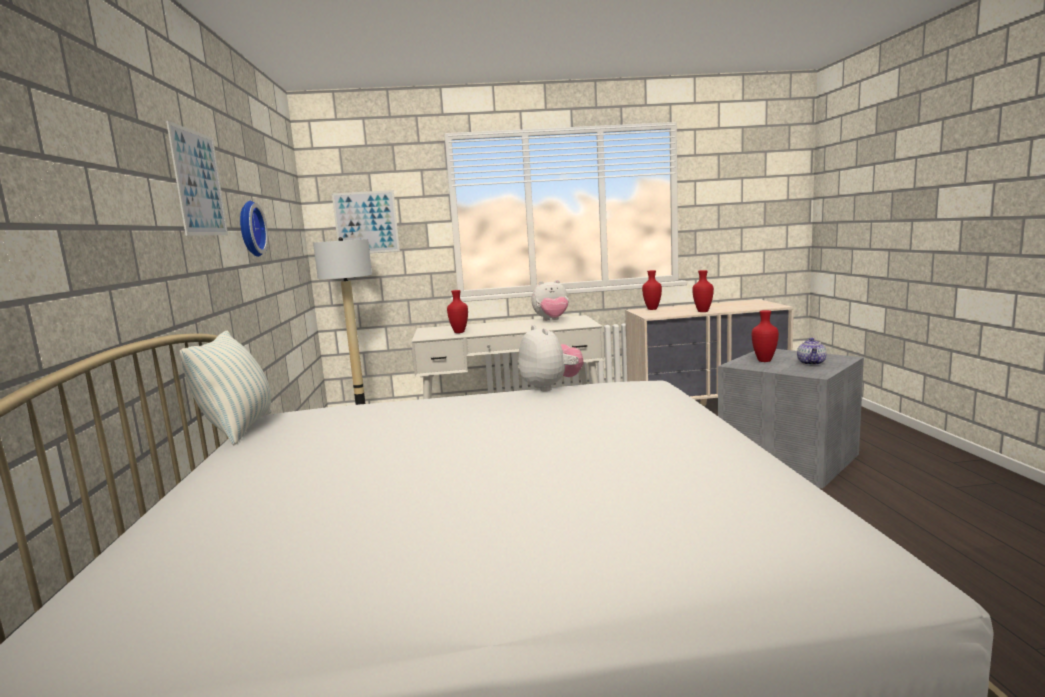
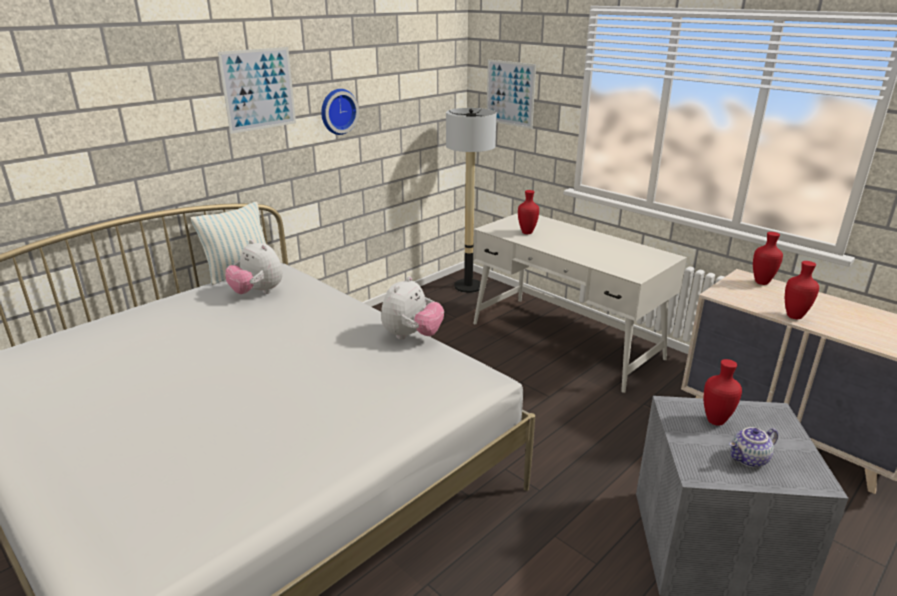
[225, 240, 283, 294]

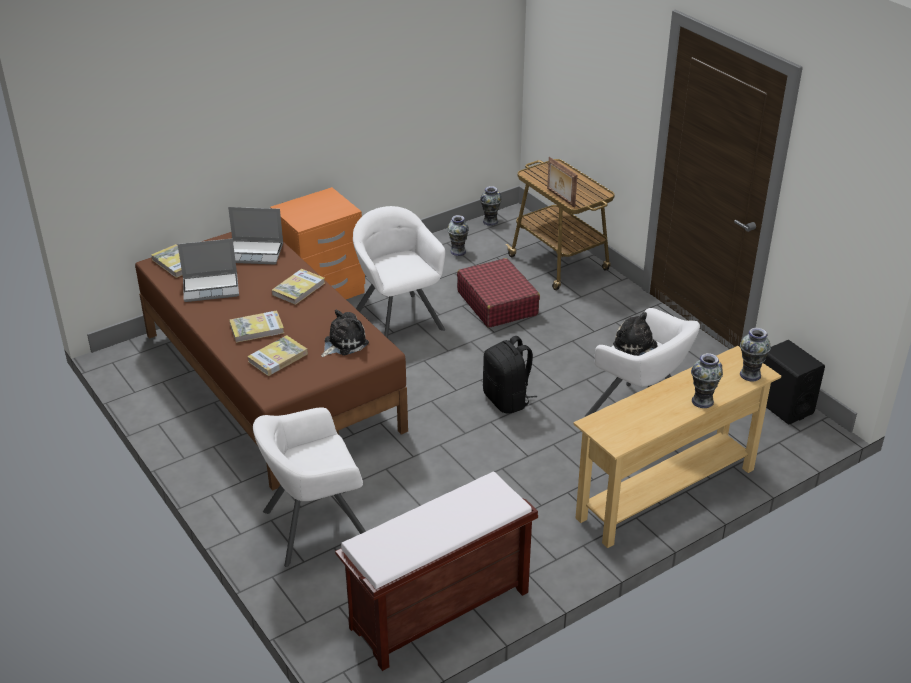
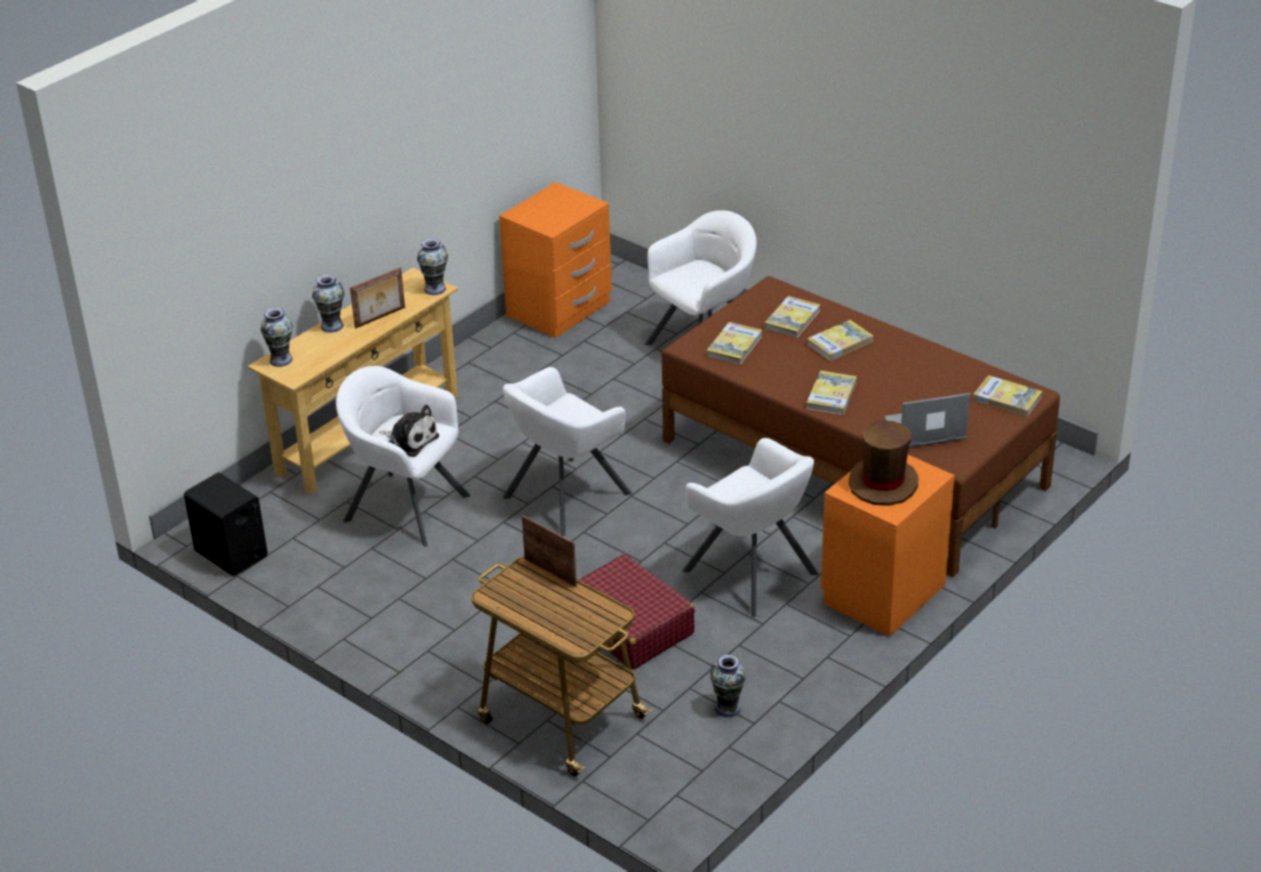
[350, 267, 405, 329]
[417, 238, 448, 295]
[499, 182, 612, 338]
[503, 367, 632, 536]
[707, 322, 762, 365]
[849, 421, 918, 506]
[178, 238, 239, 302] (first image)

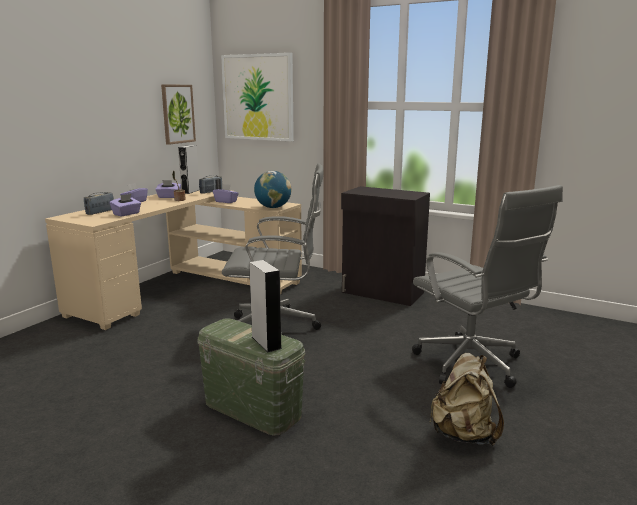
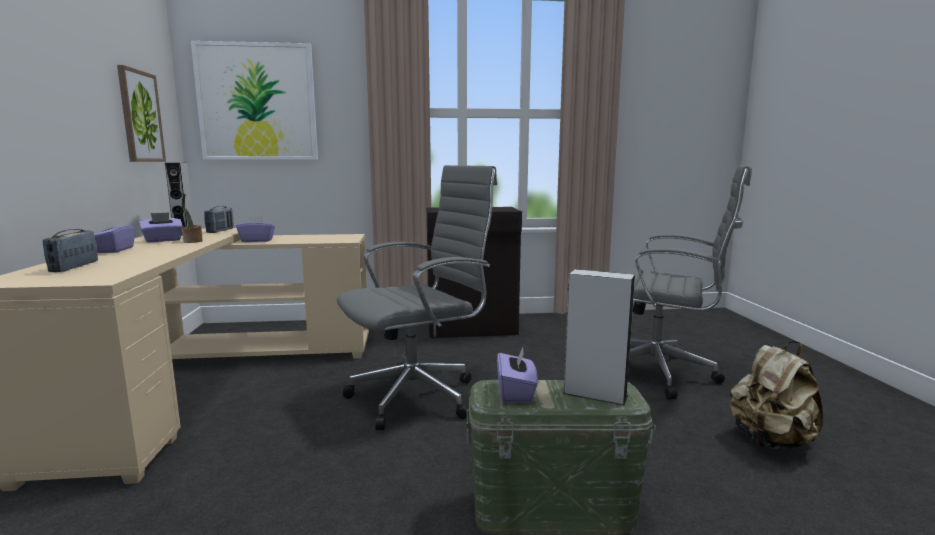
[497, 347, 538, 403]
[254, 171, 292, 208] (first image)

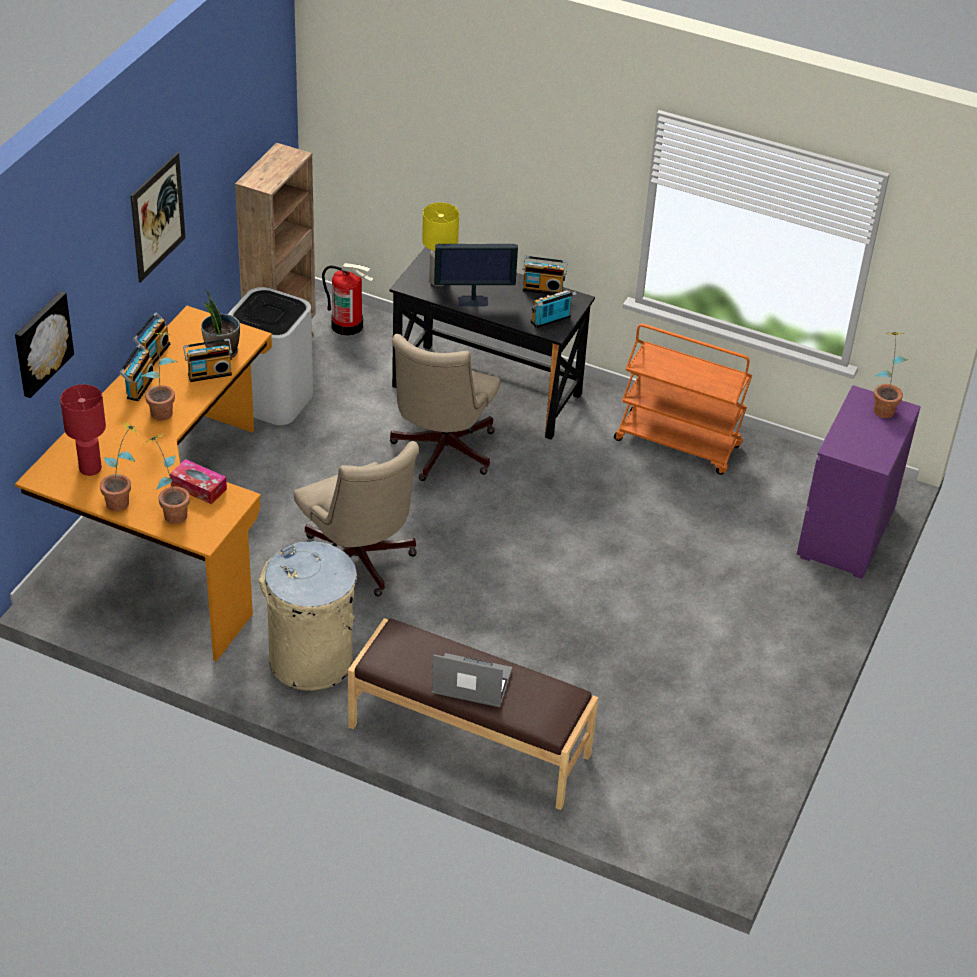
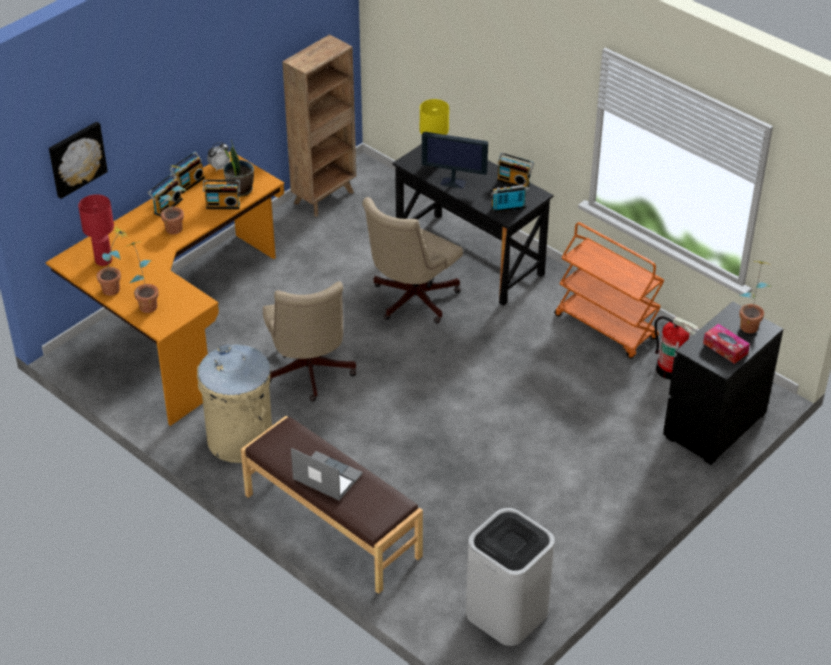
[207, 142, 230, 172]
[466, 508, 555, 646]
[654, 316, 698, 380]
[663, 301, 783, 465]
[703, 324, 750, 364]
[130, 152, 186, 283] (first image)

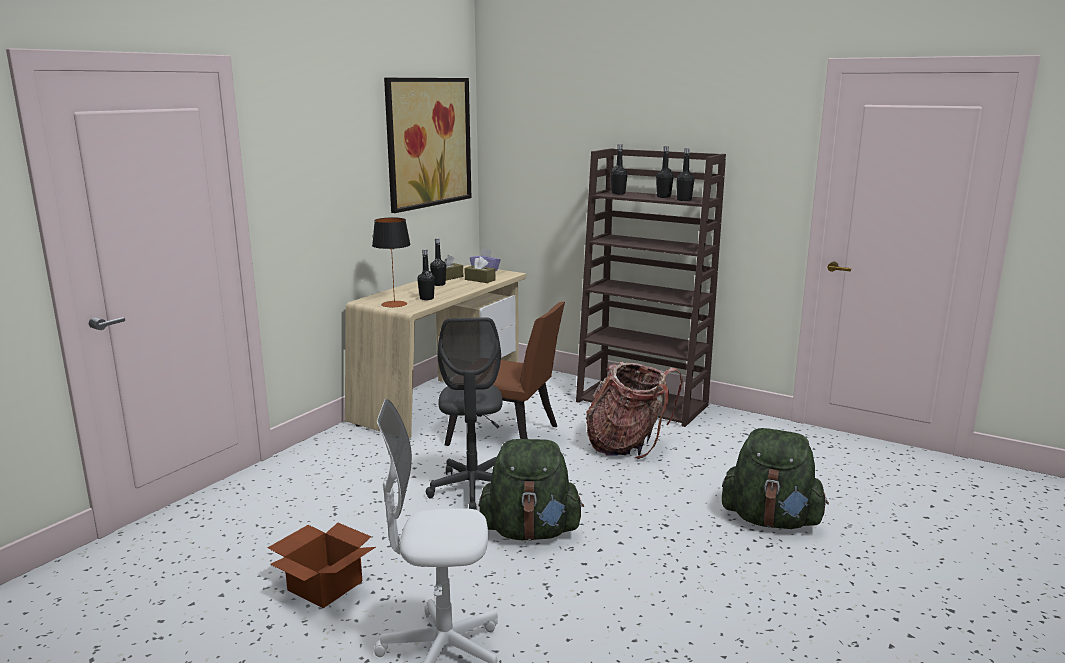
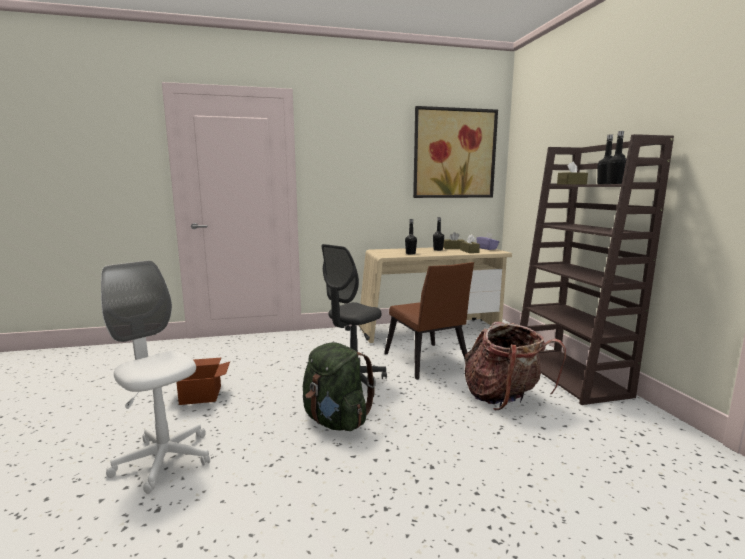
[557, 161, 588, 185]
[372, 217, 411, 308] (first image)
[722, 428, 829, 529] (first image)

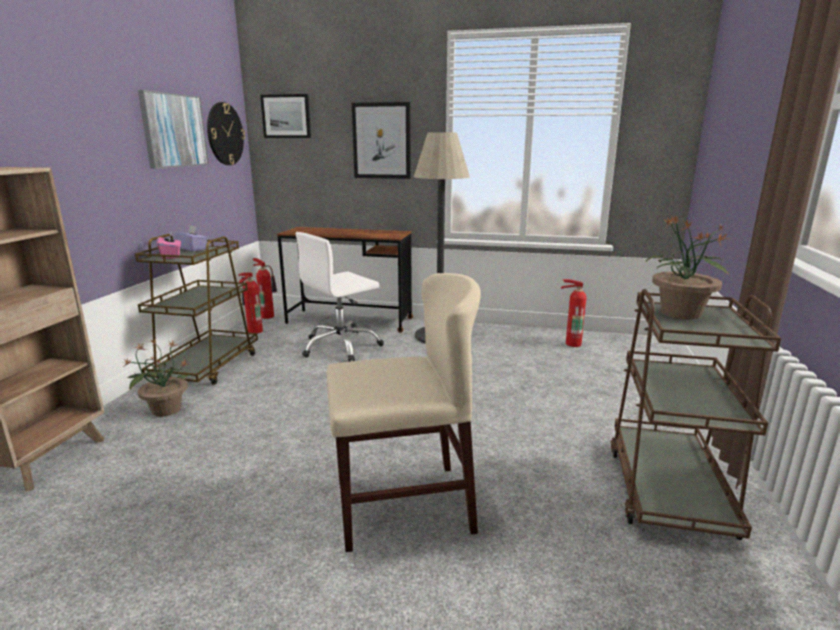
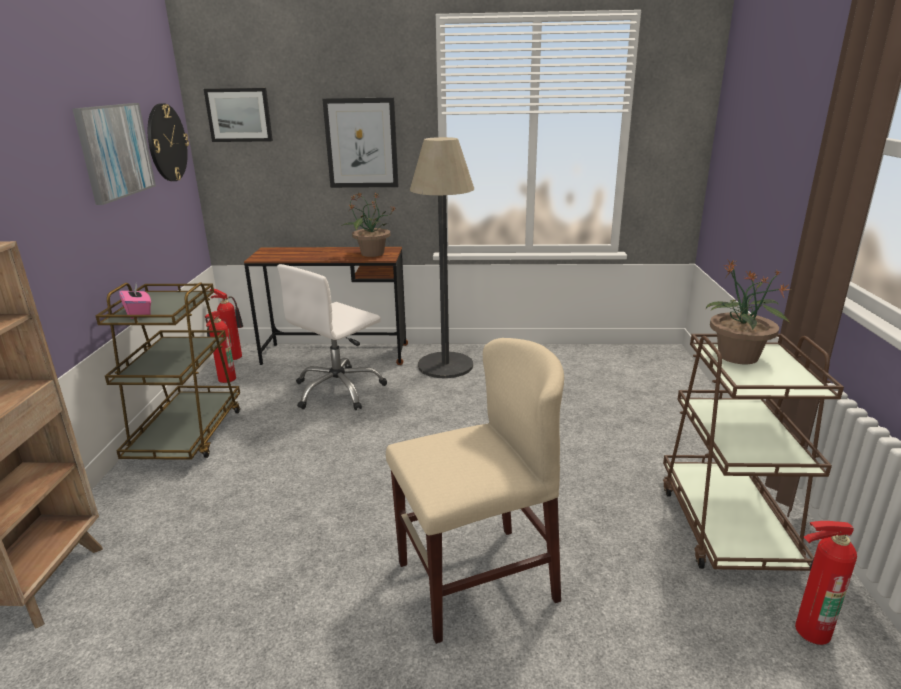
[343, 192, 396, 257]
[795, 521, 857, 645]
[175, 225, 208, 251] (first image)

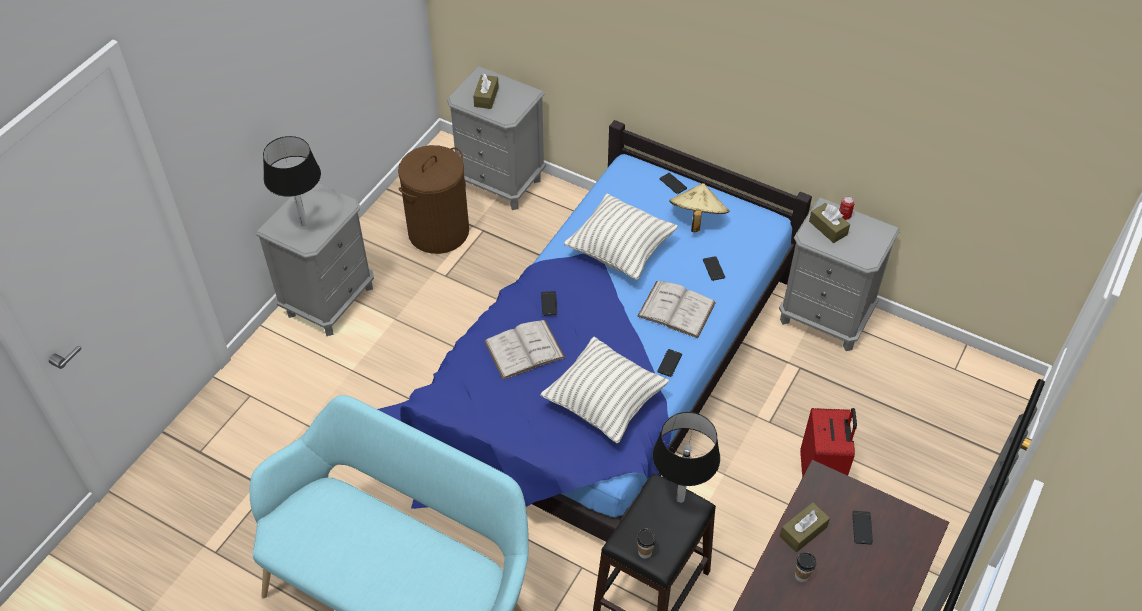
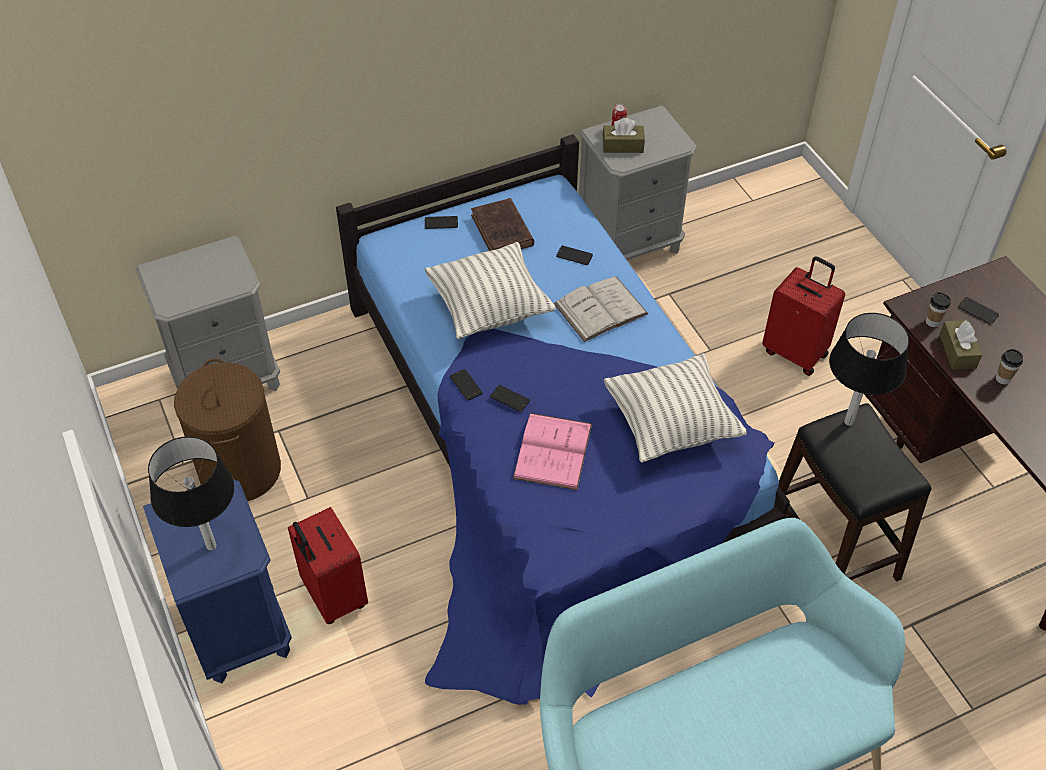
[143, 479, 292, 683]
[288, 507, 368, 624]
[450, 369, 482, 401]
[471, 198, 534, 251]
[513, 413, 592, 490]
[926, 292, 951, 327]
[473, 74, 499, 109] (first image)

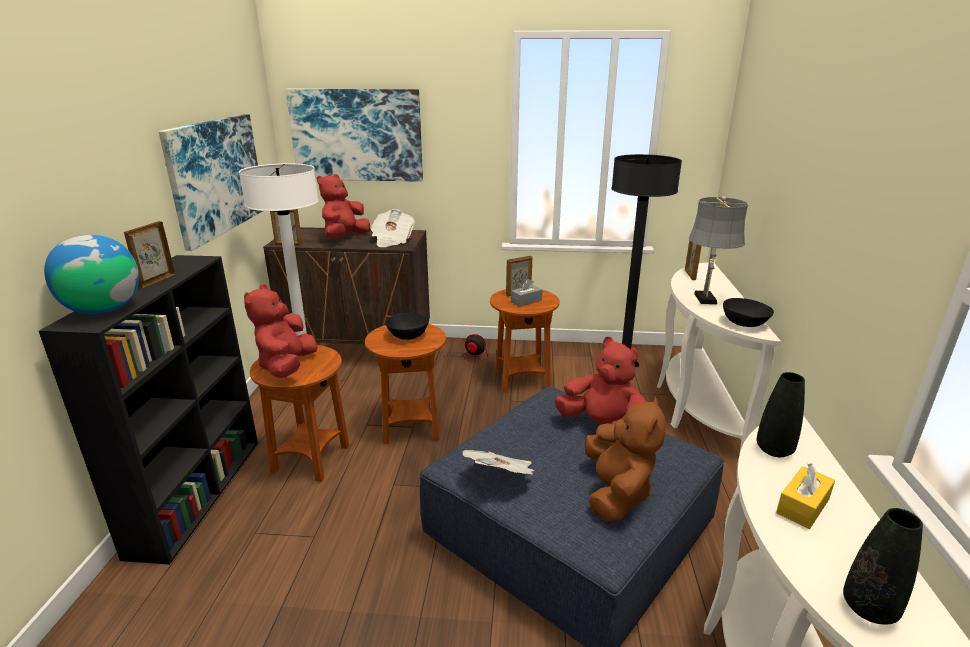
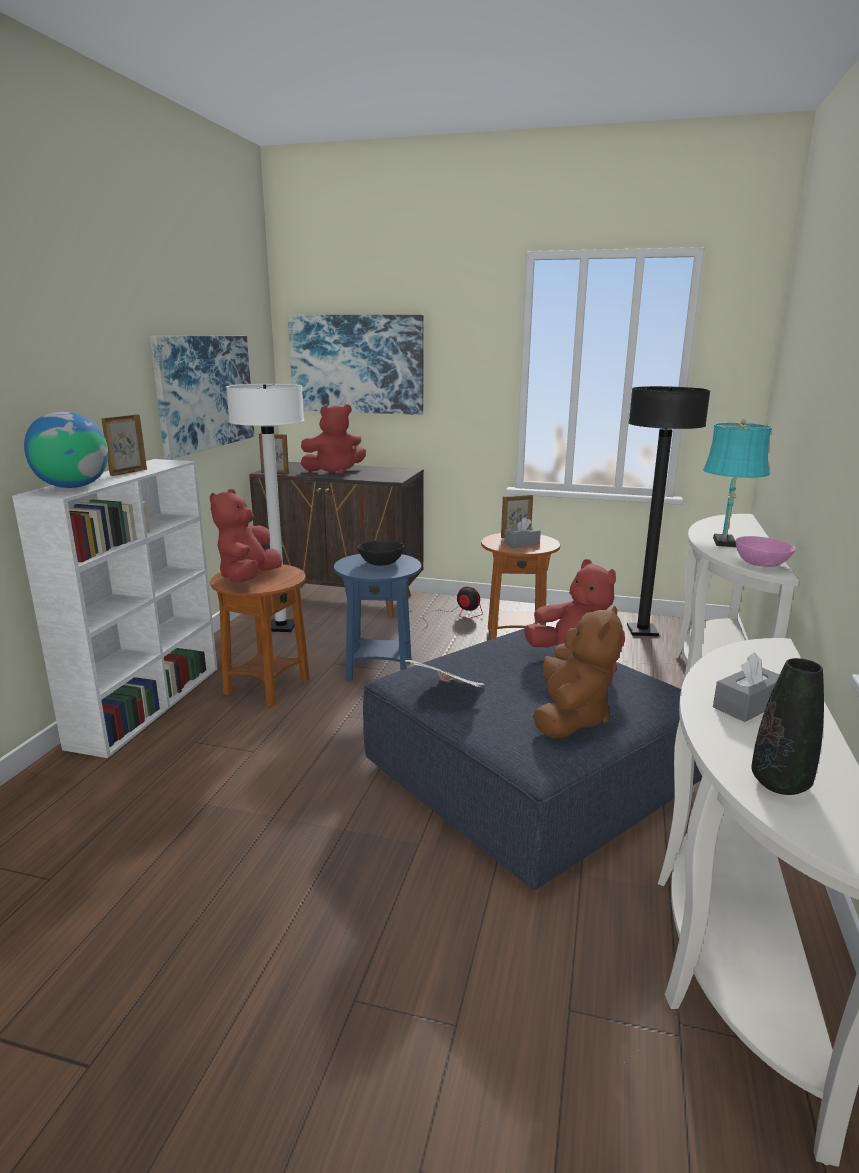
[12, 459, 217, 758]
[301, 404, 366, 475]
[334, 554, 421, 681]
[703, 419, 772, 547]
[713, 652, 780, 722]
[736, 536, 796, 567]
[370, 209, 415, 247] (first image)
[685, 241, 702, 280] (first image)
[756, 372, 805, 457] (first image)

